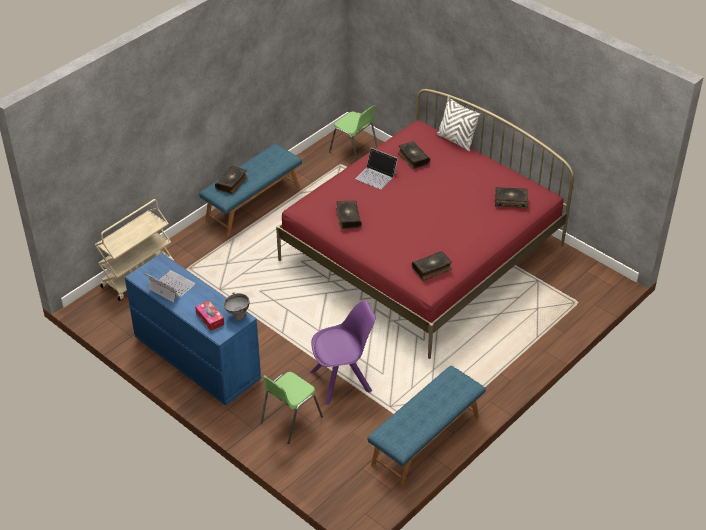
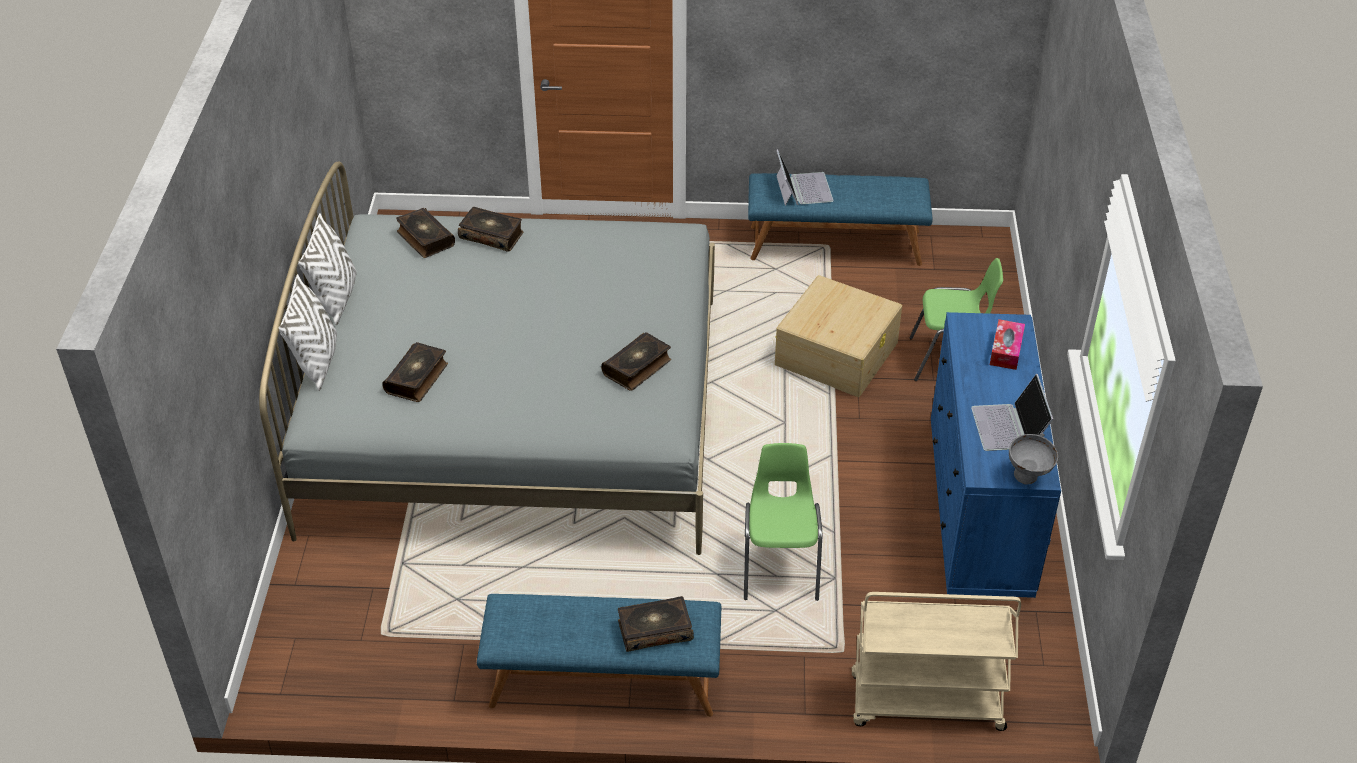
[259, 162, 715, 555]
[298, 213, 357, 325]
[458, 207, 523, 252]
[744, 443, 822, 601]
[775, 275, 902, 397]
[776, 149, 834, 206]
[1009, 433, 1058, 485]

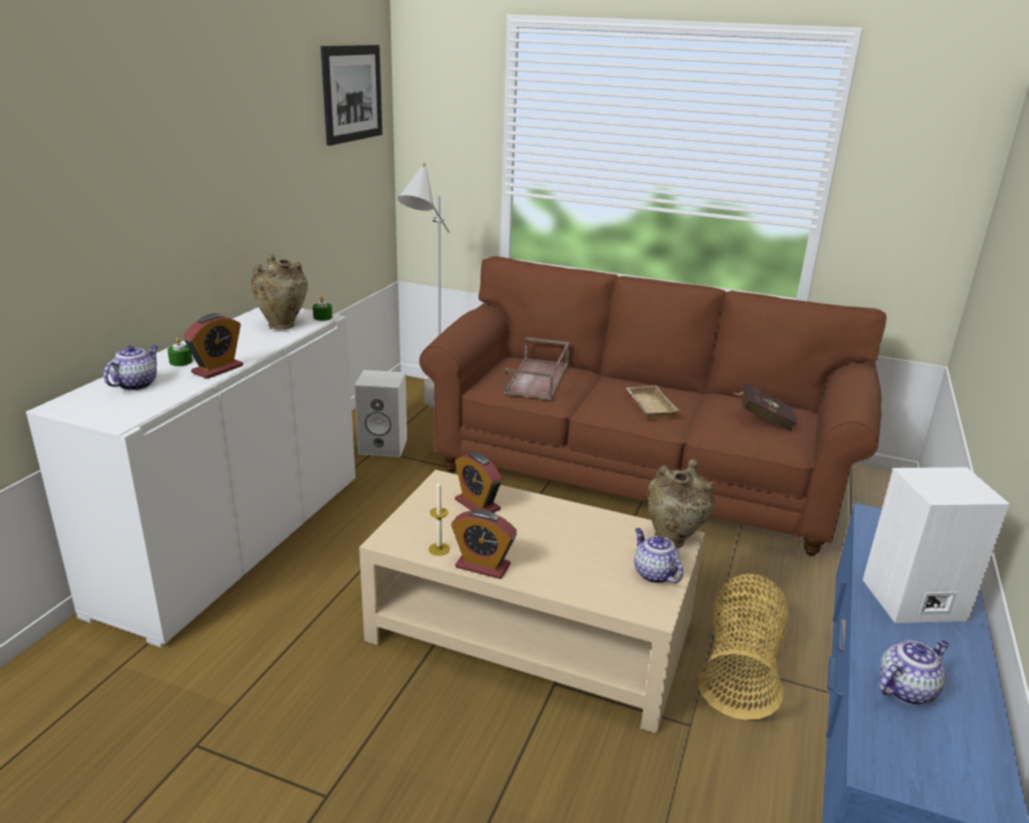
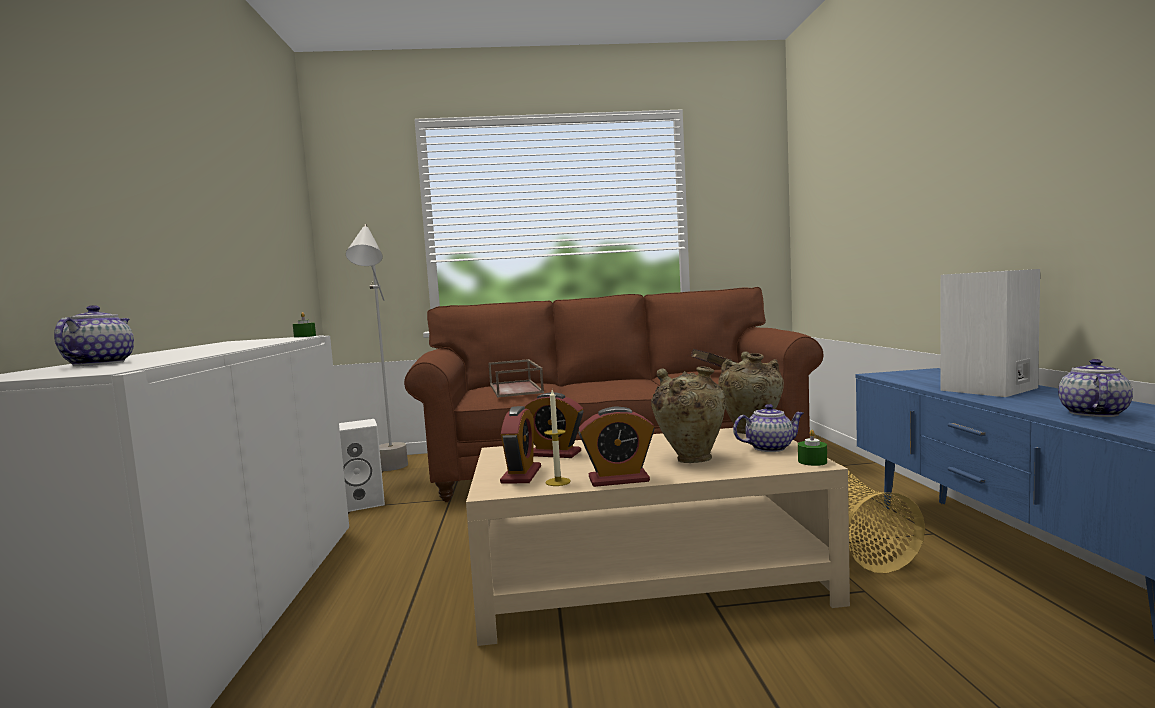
[500, 406, 541, 484]
[651, 366, 726, 463]
[733, 404, 804, 452]
[798, 430, 827, 466]
[321, 45, 382, 146] (first image)
[626, 385, 680, 420] (first image)

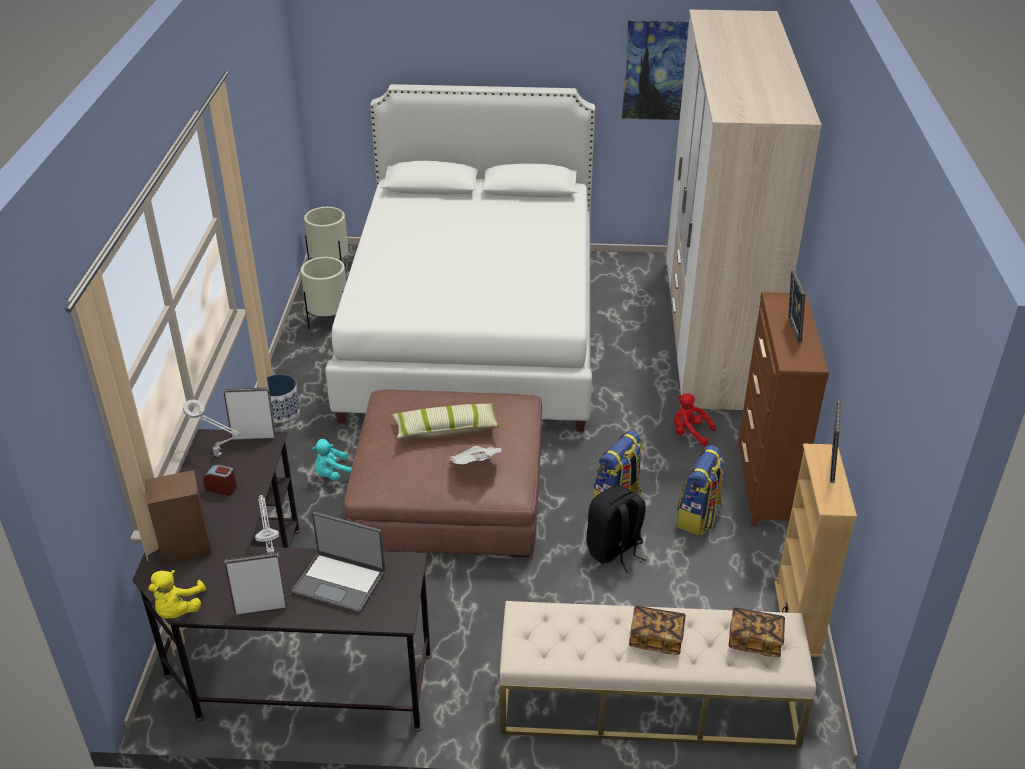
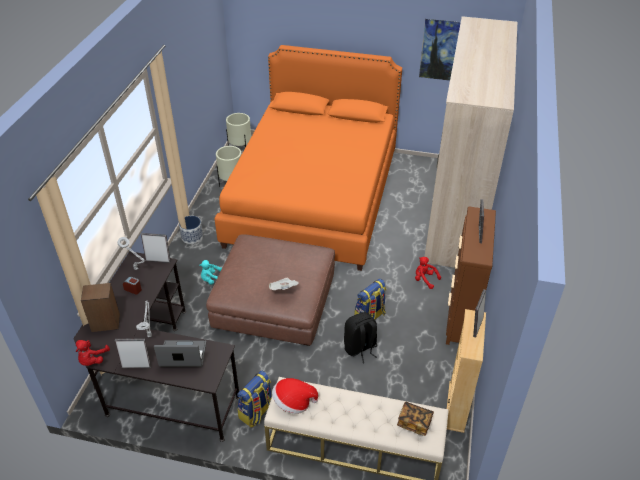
[76, 340, 110, 366]
[154, 340, 206, 367]
[215, 45, 402, 271]
[237, 370, 272, 428]
[272, 378, 318, 414]
[393, 403, 501, 439] (first image)
[629, 606, 686, 655] (first image)

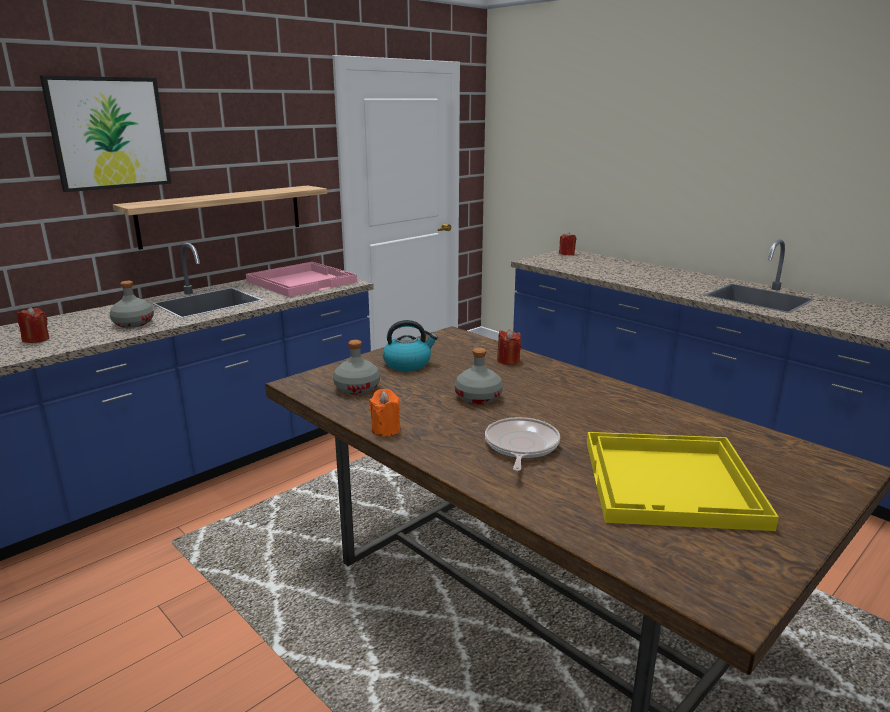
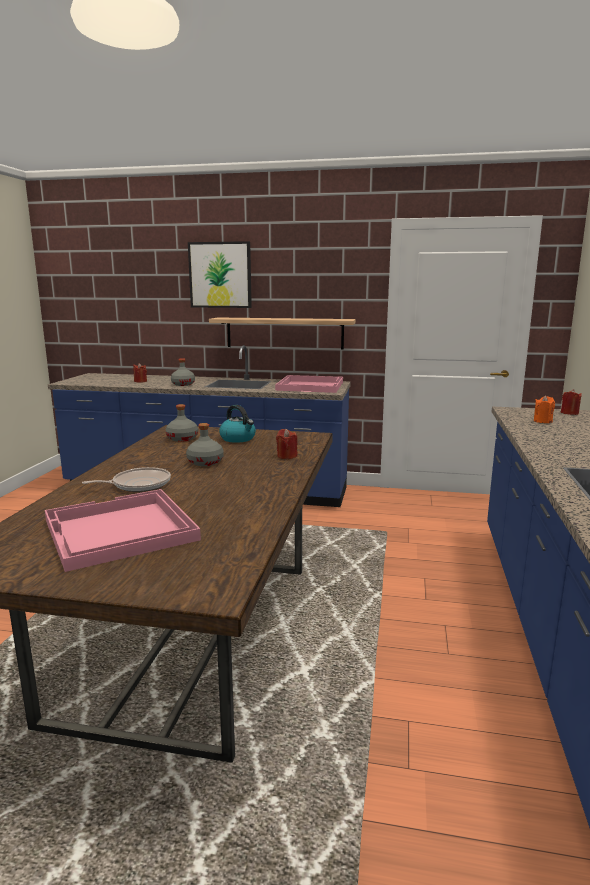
[45, 489, 201, 572]
[534, 396, 555, 423]

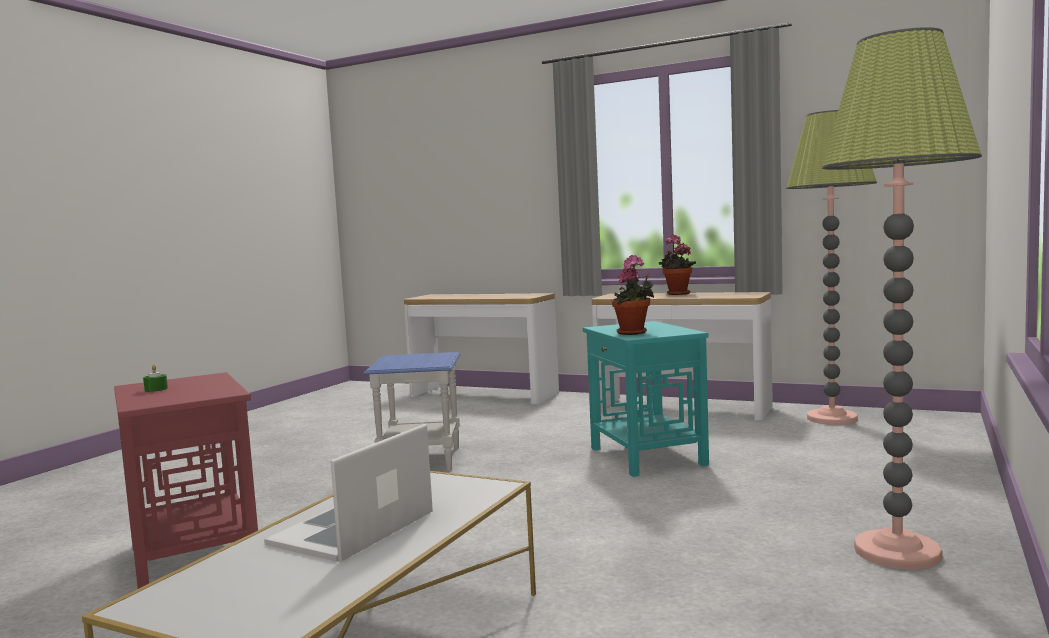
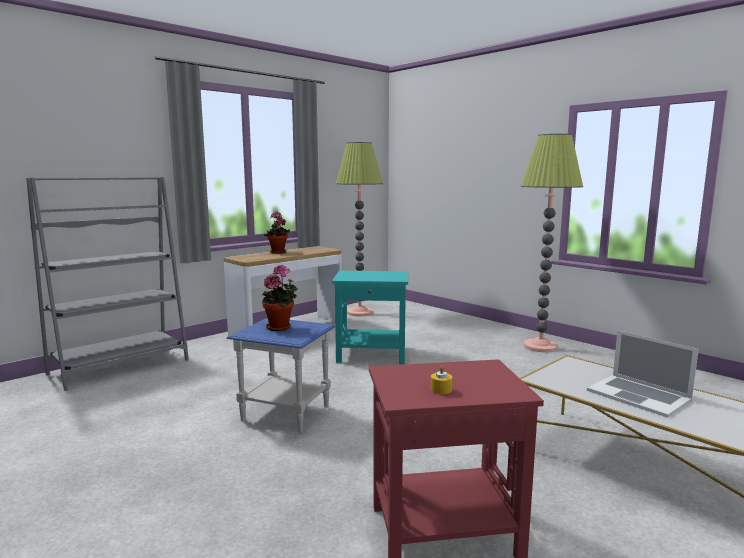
[26, 177, 189, 391]
[262, 265, 298, 331]
[431, 365, 452, 394]

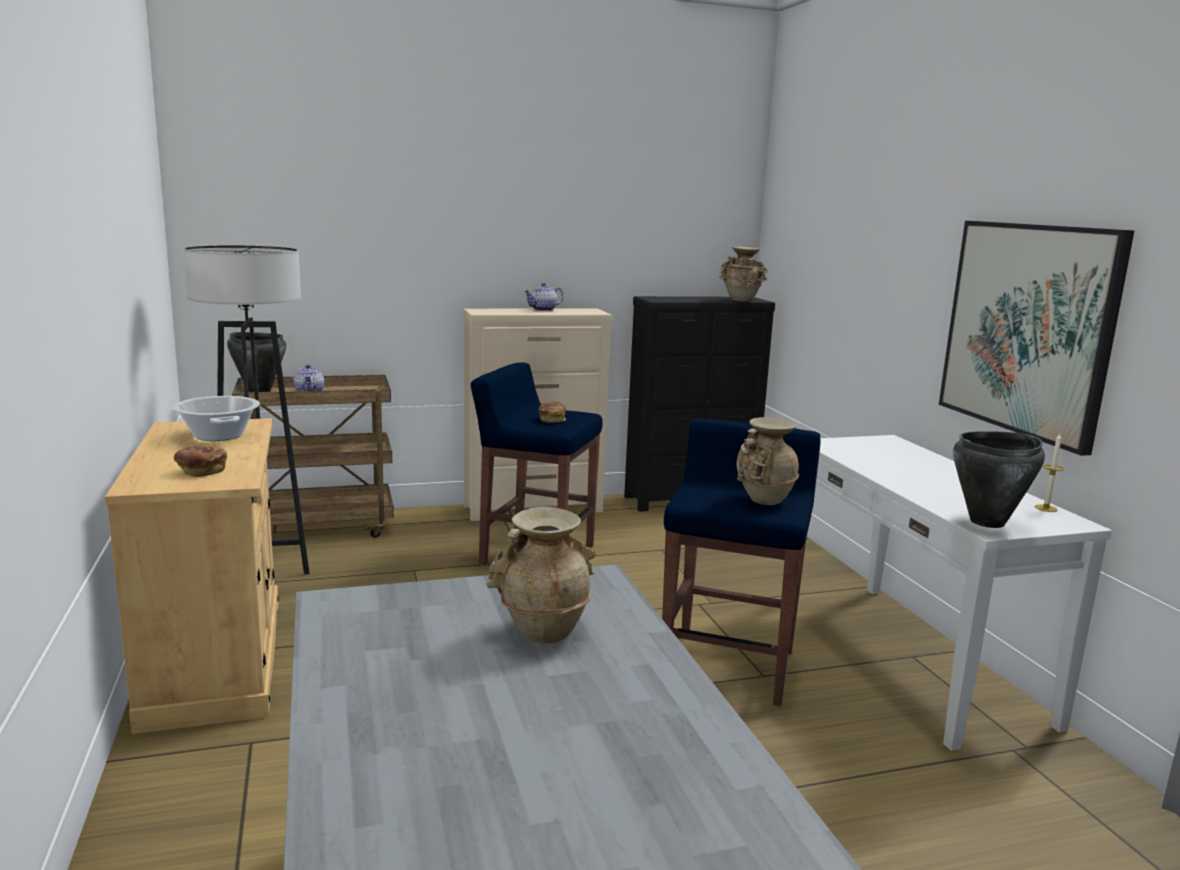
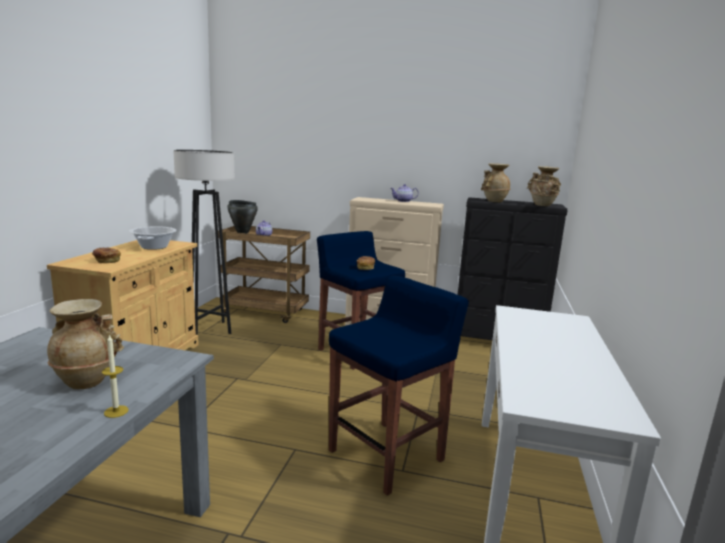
[102, 334, 129, 418]
[481, 163, 510, 202]
[939, 221, 1135, 456] (first image)
[953, 431, 1045, 528] (first image)

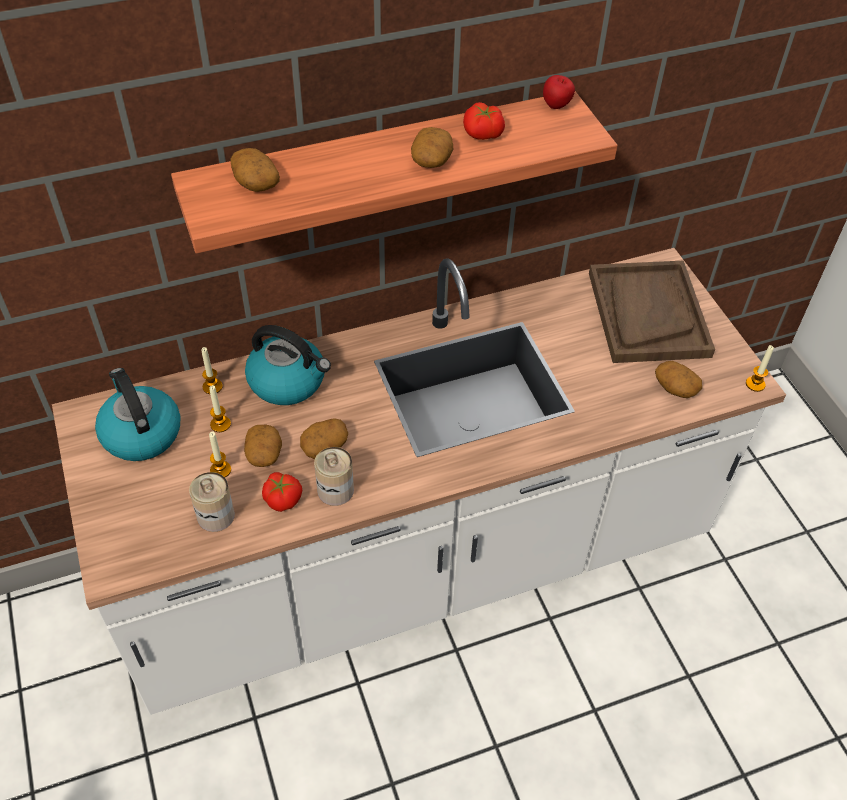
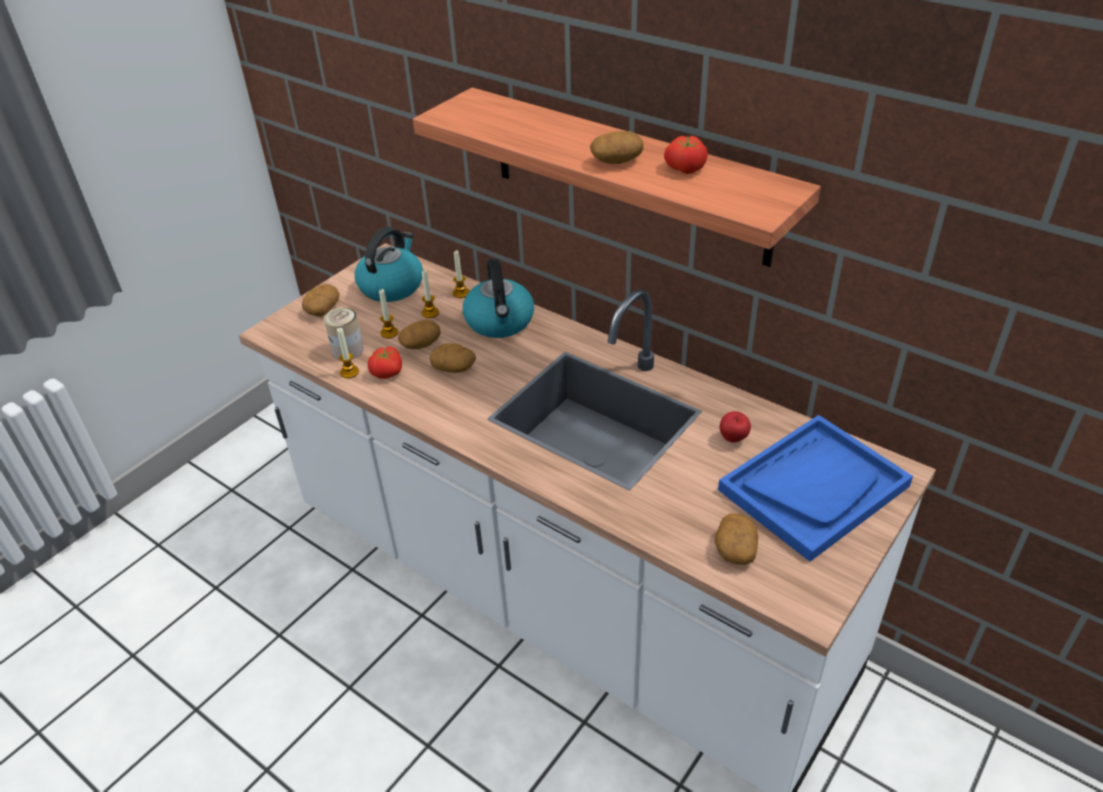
[302, 284, 339, 317]
[337, 328, 359, 378]
[718, 415, 913, 562]
[720, 411, 751, 442]
[314, 447, 354, 506] (first image)

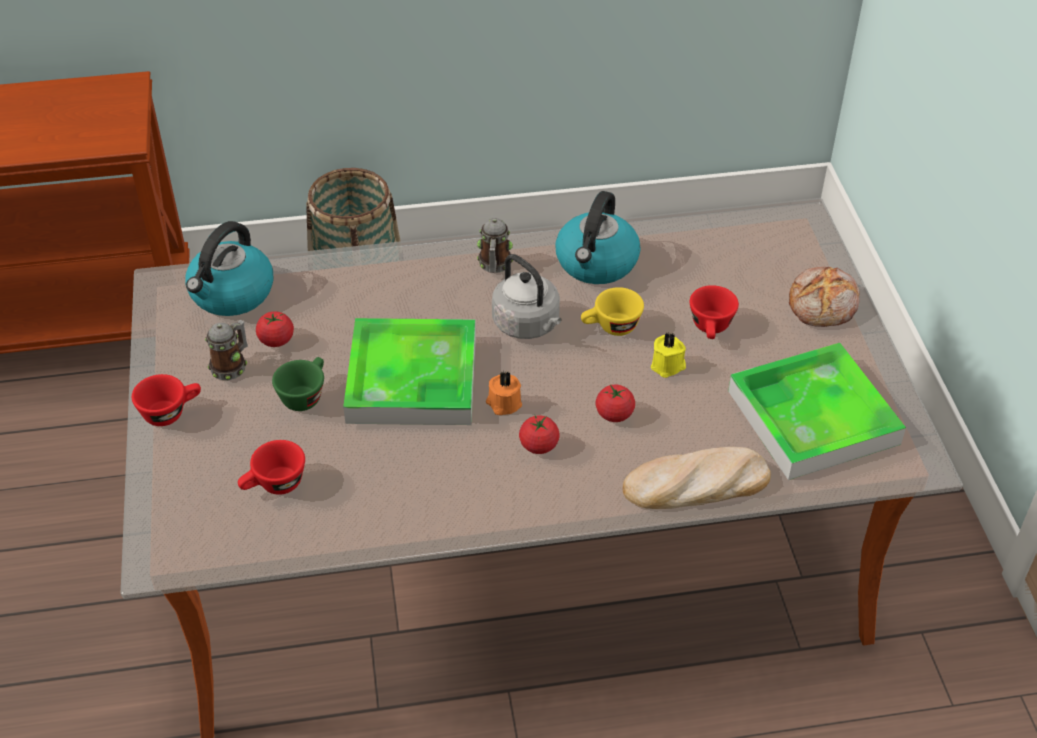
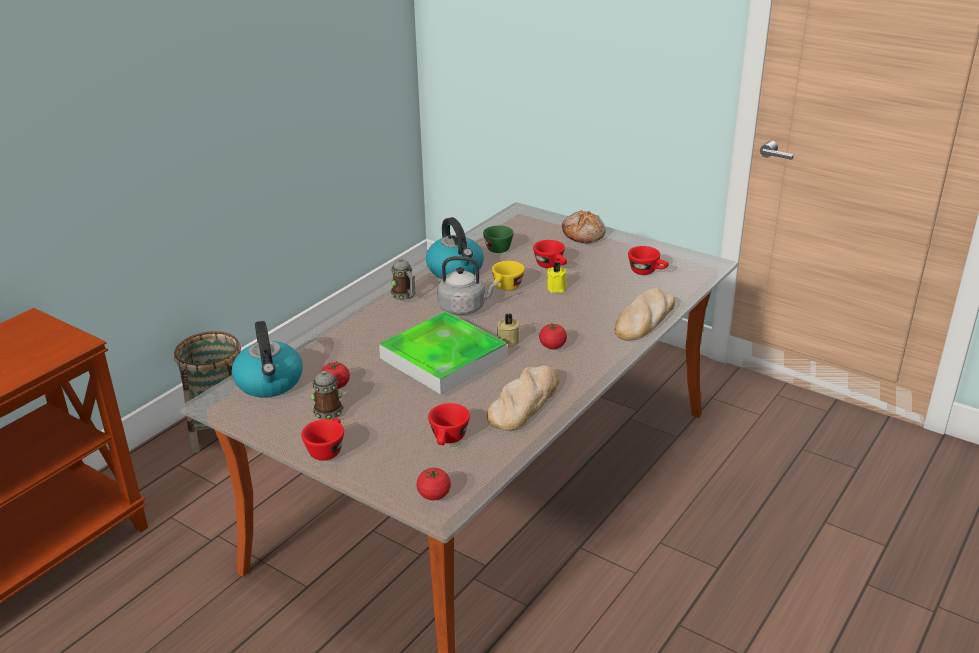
[416, 468, 451, 500]
[483, 226, 514, 253]
[487, 365, 560, 431]
[497, 314, 520, 347]
[628, 246, 669, 275]

